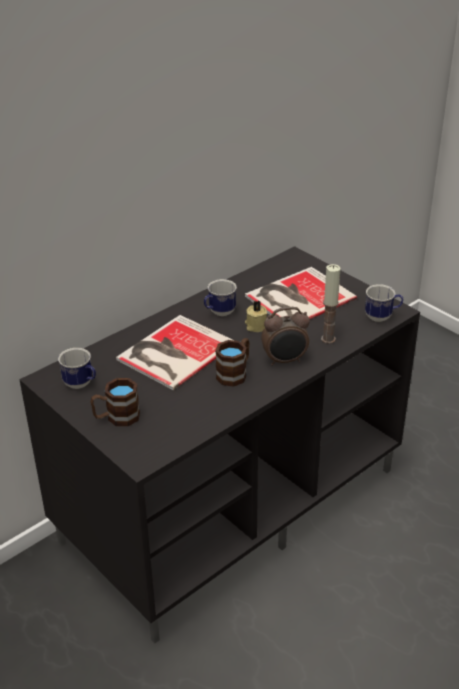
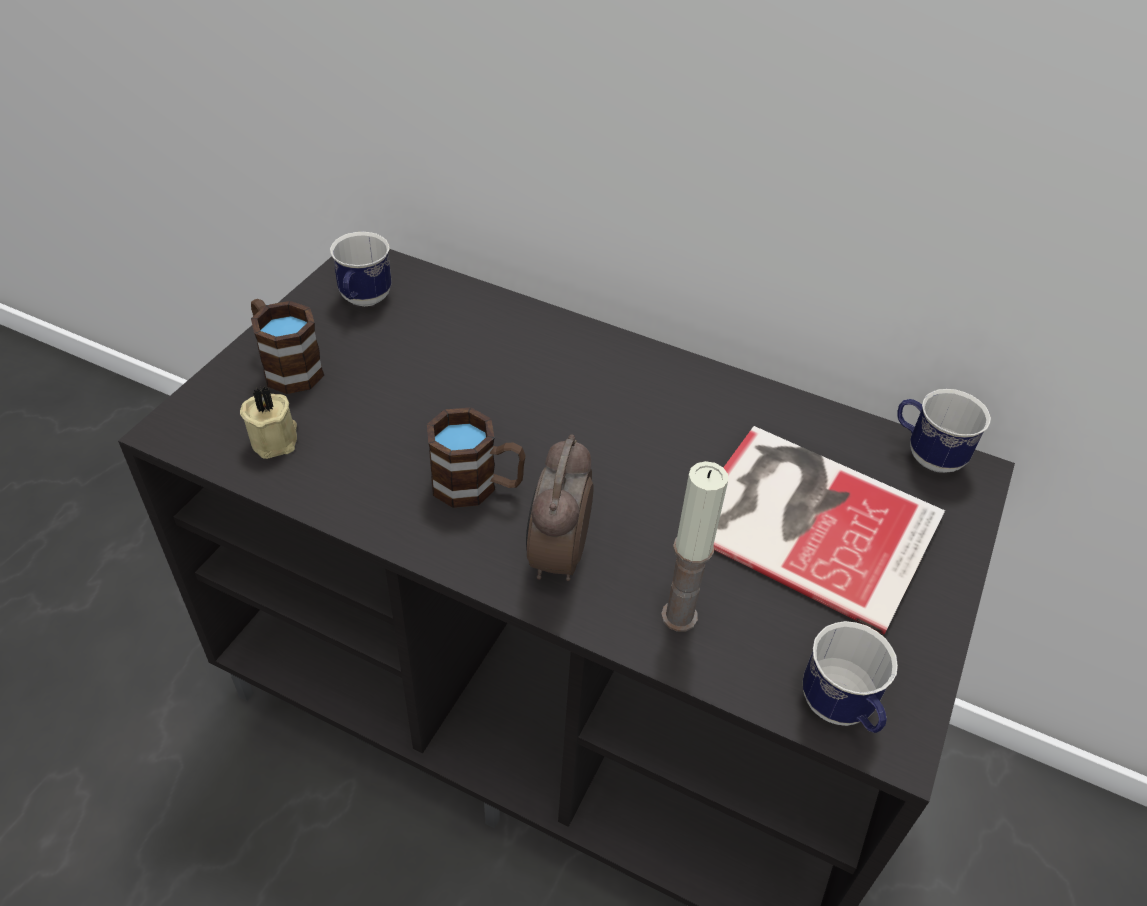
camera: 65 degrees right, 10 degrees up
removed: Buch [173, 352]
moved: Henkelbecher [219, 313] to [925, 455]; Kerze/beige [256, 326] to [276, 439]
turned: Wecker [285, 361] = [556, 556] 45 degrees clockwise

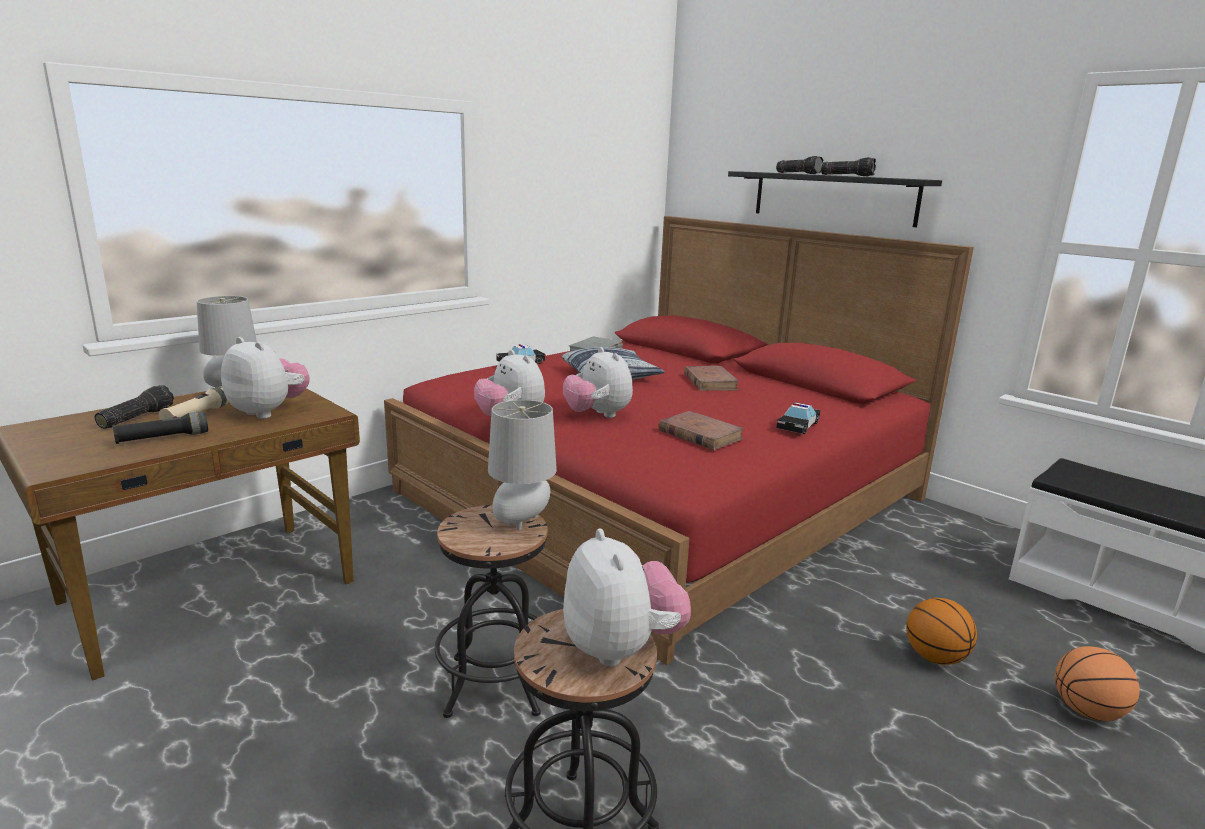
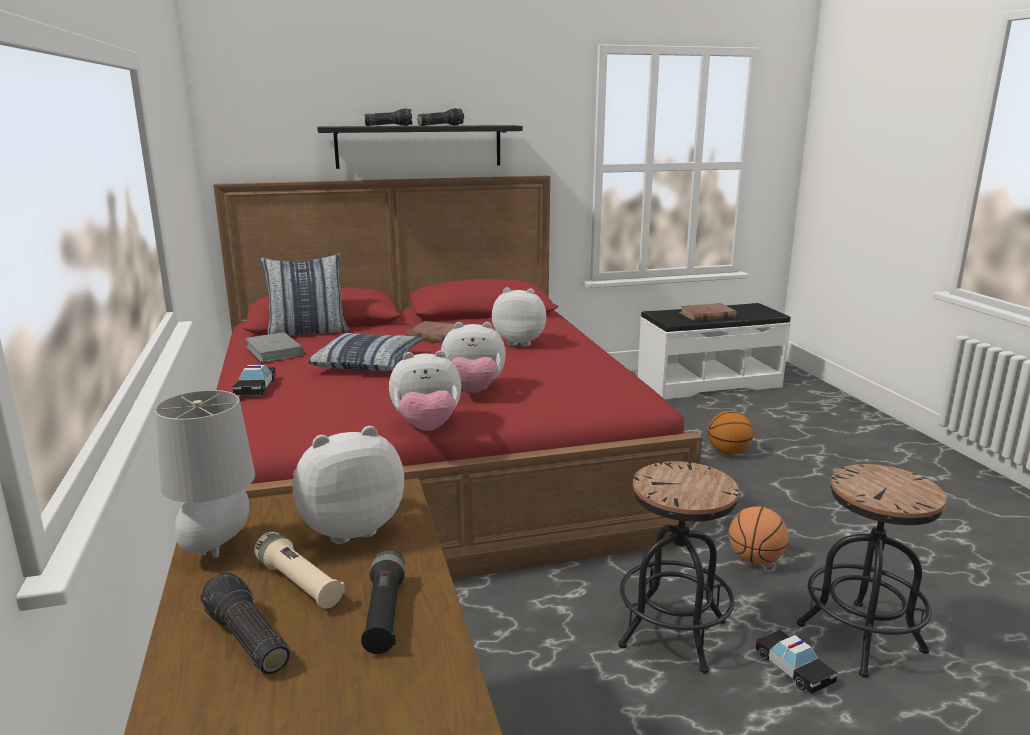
camera: 60 degrees left, 0 degrees up
removed: Tischlampe/grau [522, 524]
added: Kissen [308, 332]
moved: Plüschtier [621, 648] to [520, 342]; Buch/braun [700, 434] to [707, 315]; Spielzeugauto [797, 426] to [793, 668]; Basketball [1087, 711] to [755, 560]

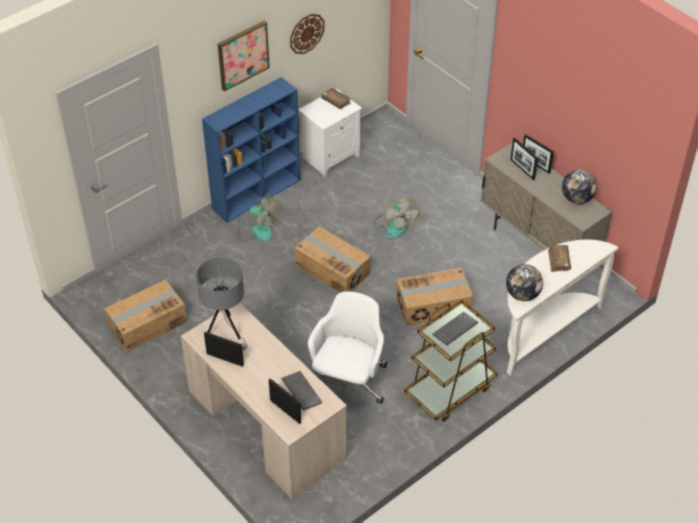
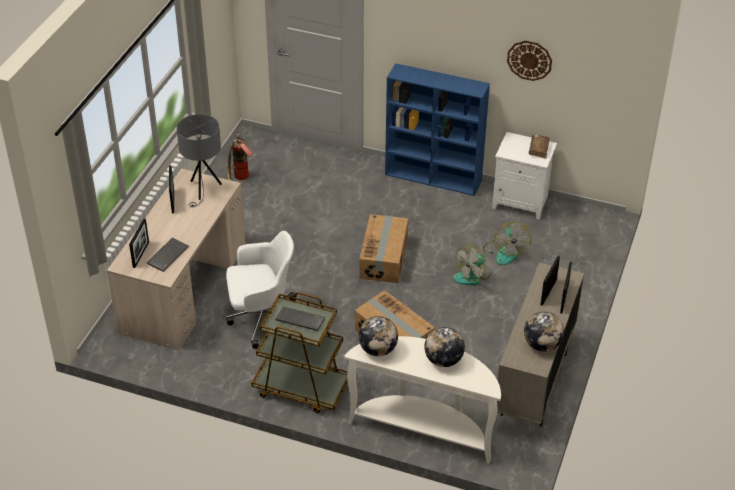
camera: 60 degrees right, 5 degrees down
removed: Bild [243, 55]
moved: Ventilator [257, 230] to [505, 252]
replaced: Karton [147, 324] to Feuerlöscher [240, 179]; Buch/braun [558, 261] to Globus [443, 360]

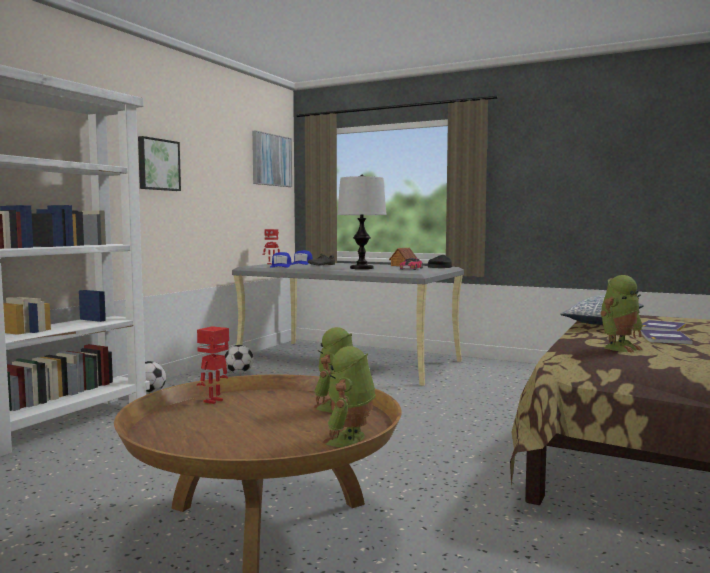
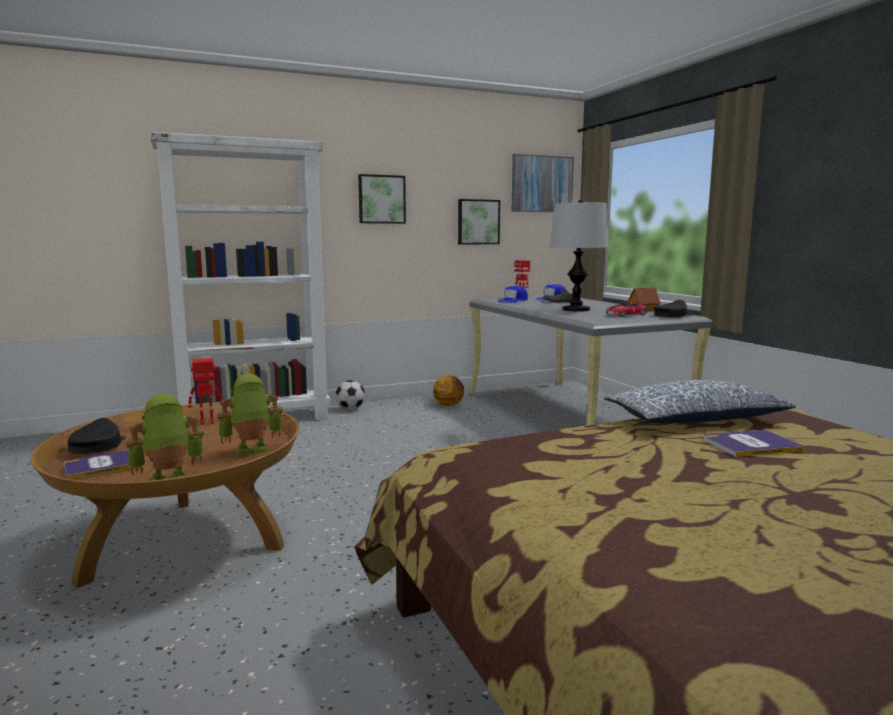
camera: 40 degrees right, 5 degrees up
removed: Spielzeugroboter [619, 348]
added: Kappe/schwarz [97, 445]; Bild [478, 222]
moved: Buch [664, 338] to [104, 465]
replaced: Fußball [239, 373] to Basketball [449, 405]

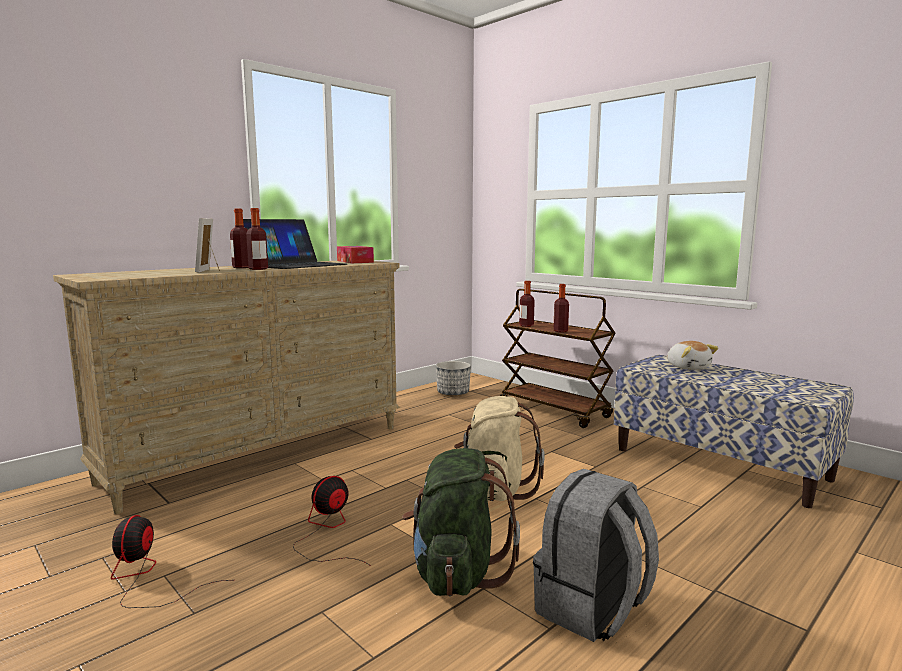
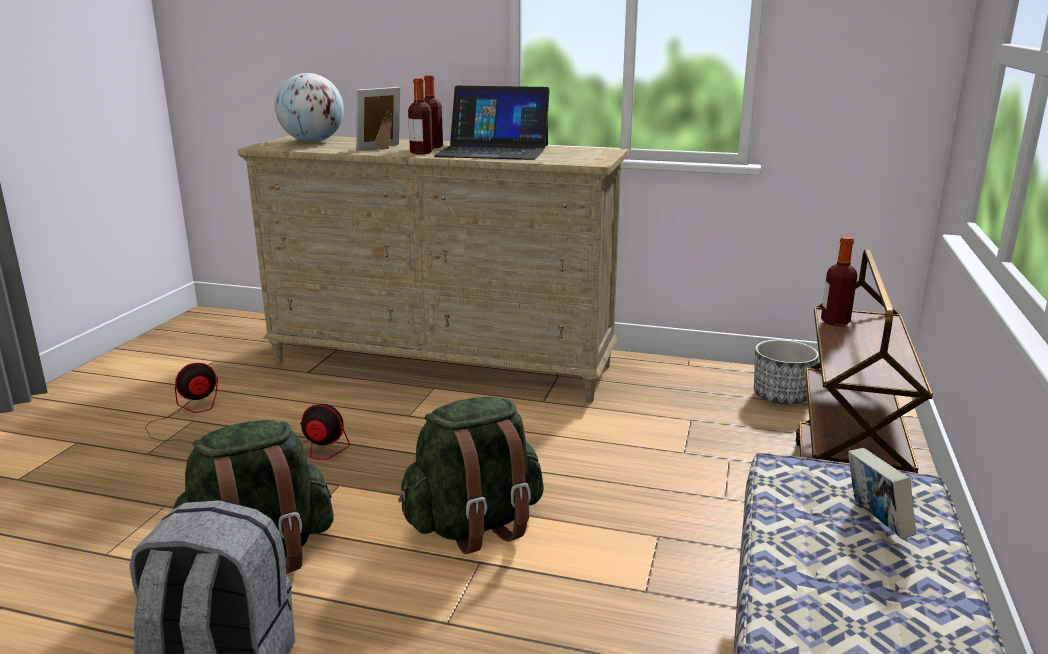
camera: 60 degrees right, 10 degrees up
removed: Taschentuchbox [355, 261]; Flasche [560, 331]
added: Globus [312, 142]
replaced: Plüschtier [688, 367] to Buch [875, 522]
recoloured: Rucksack/beige [495, 491] to Rucksack/grün [475, 525]

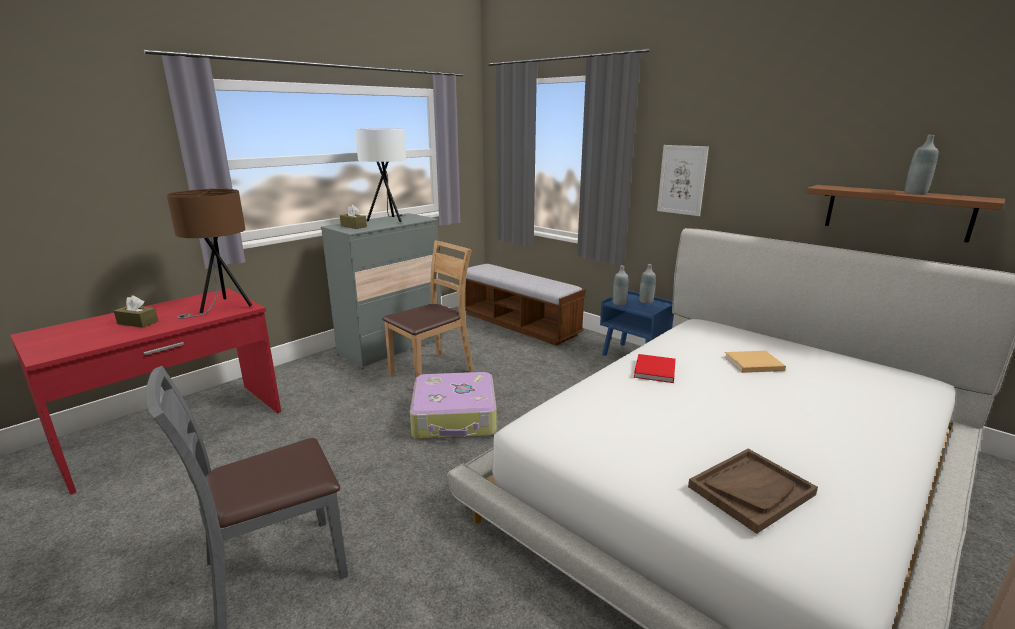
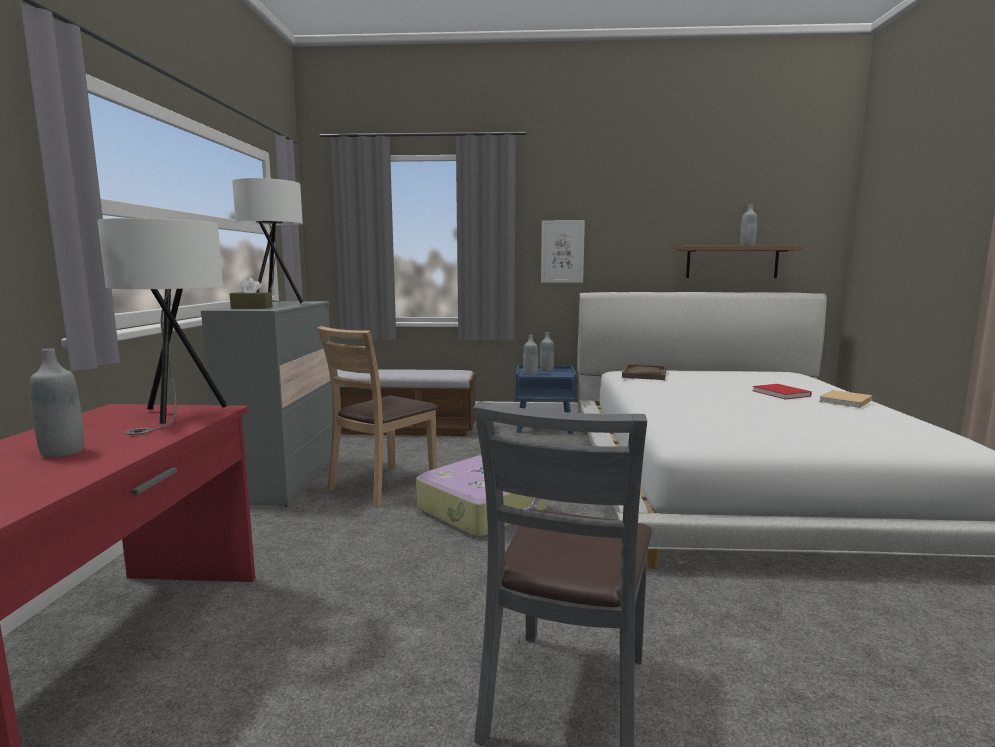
camera: 40 degrees left, 10 degrees down
moved: Buch/rot [654, 371] to [782, 394]; Tablett/braun [751, 490] to [644, 374]; Buch/beige [752, 363] to [844, 401]
replaced: Taschentuchbox/braun [138, 322] to Flasche/grau [62, 452]
recoloured: Tischlampe/braun [223, 307] to Tischlampe/weiß [177, 416]
turned: Stuhl/braun [432, 372] = [382, 485] 150 degrees counterclockwise

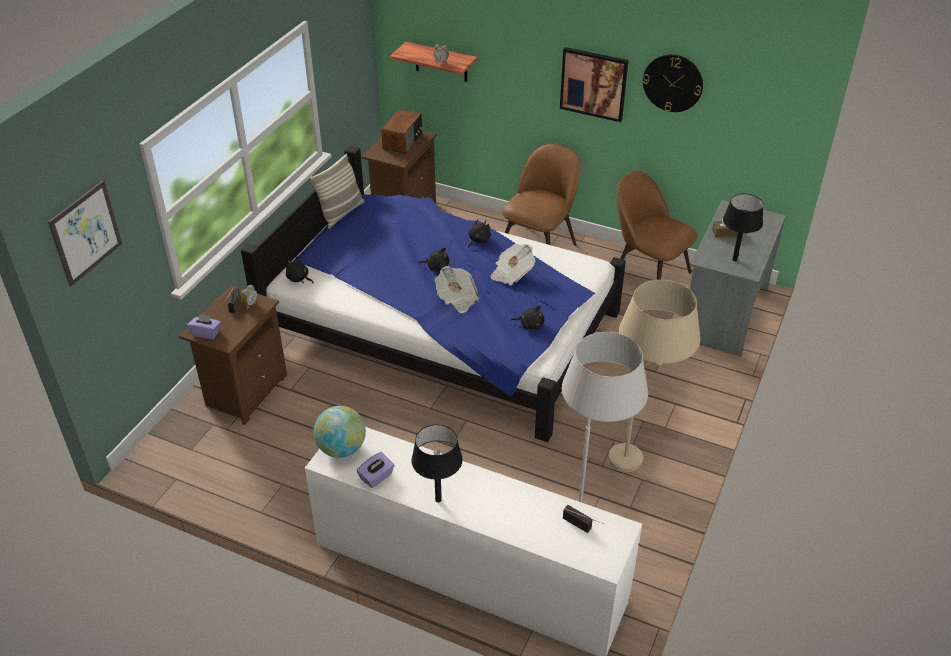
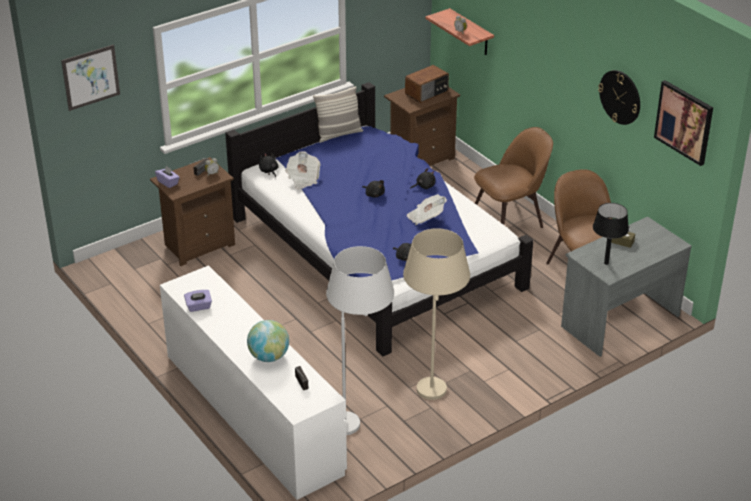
camera: 30 degrees right, 5 degrees down
removed: Tischlampe/schwarz [438, 500]
moved: Globus [341, 449] to [268, 357]; Zeitung [457, 299] to [303, 179]; Bild [593, 83] to [684, 122]

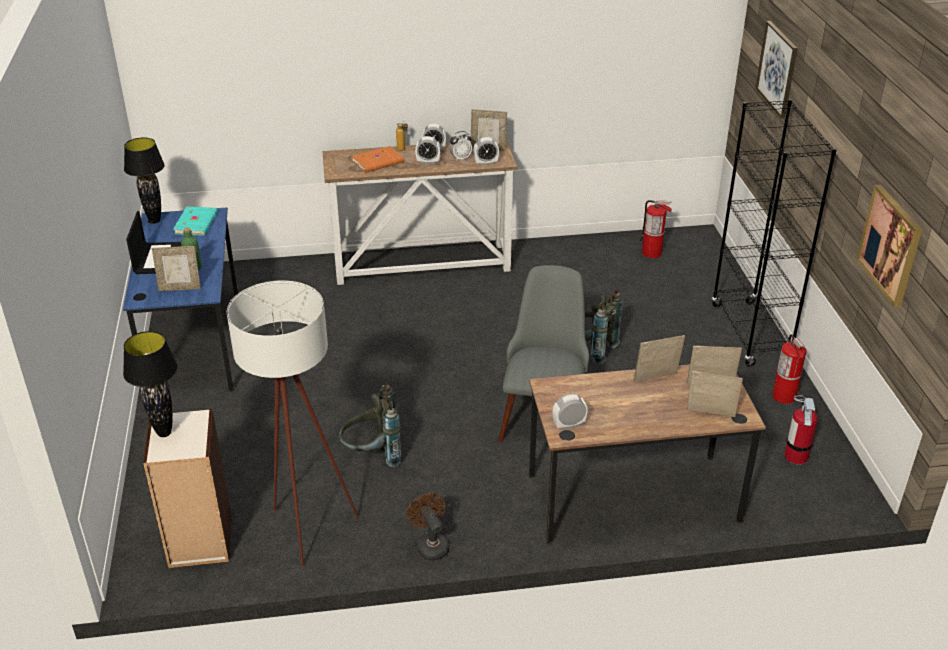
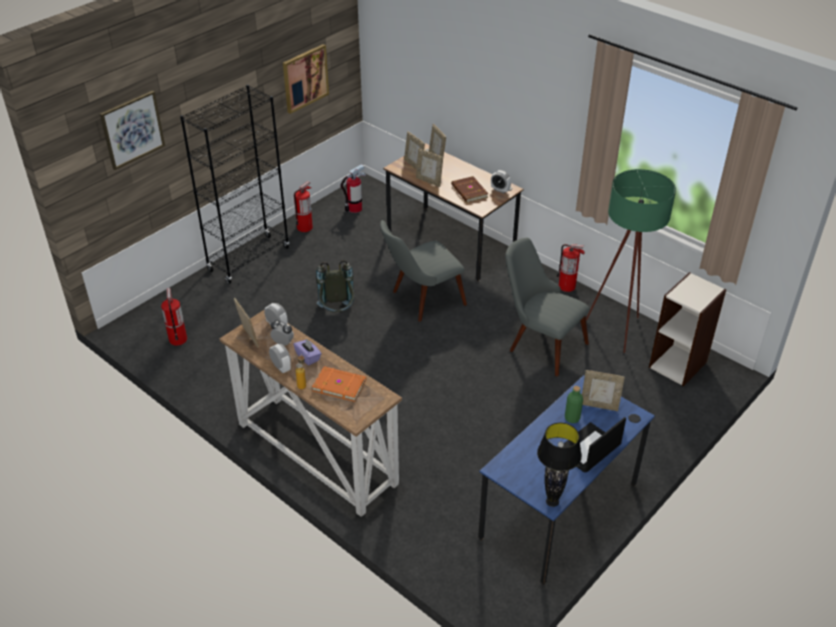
camera: 130 degrees left, 5 degrees up
removed: Tischlampe/schwarz [164, 433]; Buch/türkis [197, 223]
added: Buch/braun [469, 191]
replaced: Rucksack/grau [373, 455] to Stuhl/grau [540, 343]; Ventilator/braun [430, 545] to Feuerlöscher [567, 286]; Wecker [428, 162] to Taschentuchbox/lila [308, 357]
recoloured: Stehlampe/weiß [304, 526] to Stehlampe/grün [617, 334]
turned: Bilderrahmen [180, 288] = [599, 405] 150 degrees clockwise

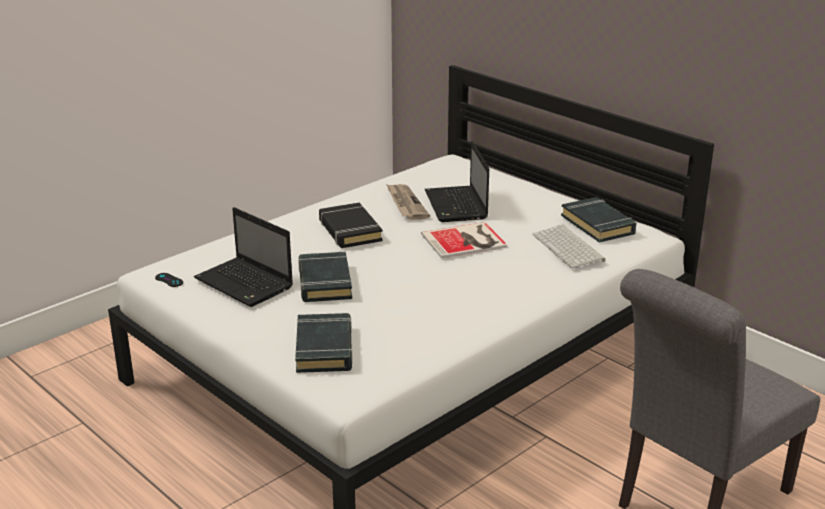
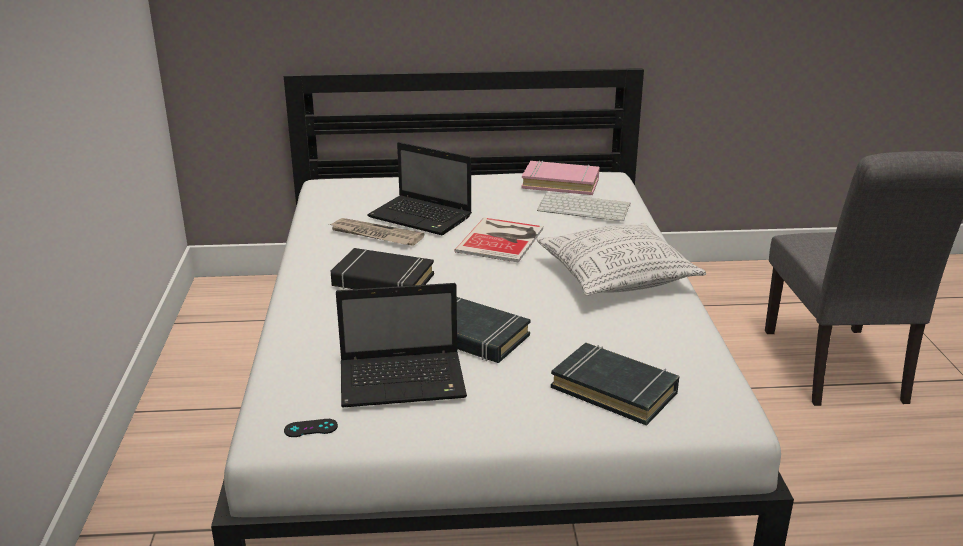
camera: 50 degrees left, 0 degrees up
added: Kissen [617, 277]
recoloured: Buch/schwarz [598, 224] to Buch/rosa [560, 183]

